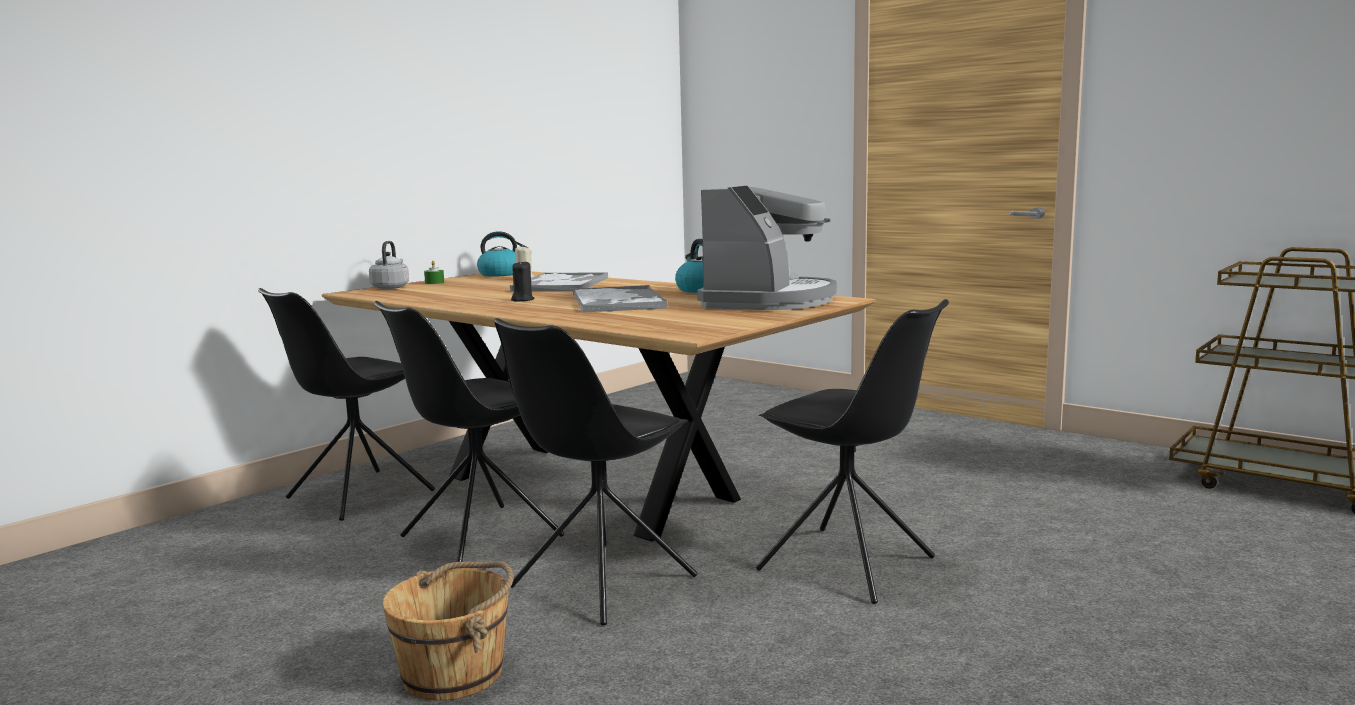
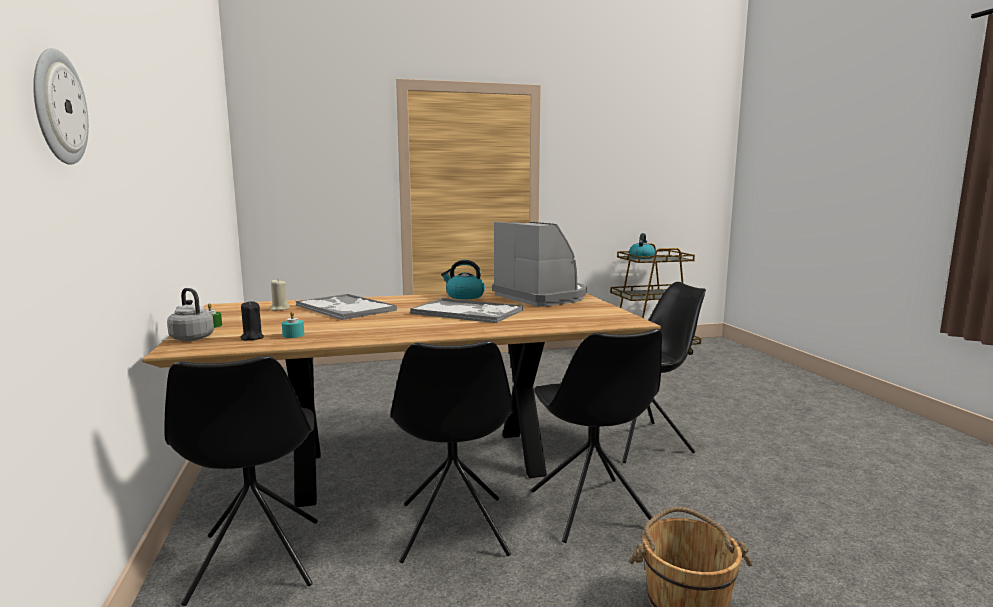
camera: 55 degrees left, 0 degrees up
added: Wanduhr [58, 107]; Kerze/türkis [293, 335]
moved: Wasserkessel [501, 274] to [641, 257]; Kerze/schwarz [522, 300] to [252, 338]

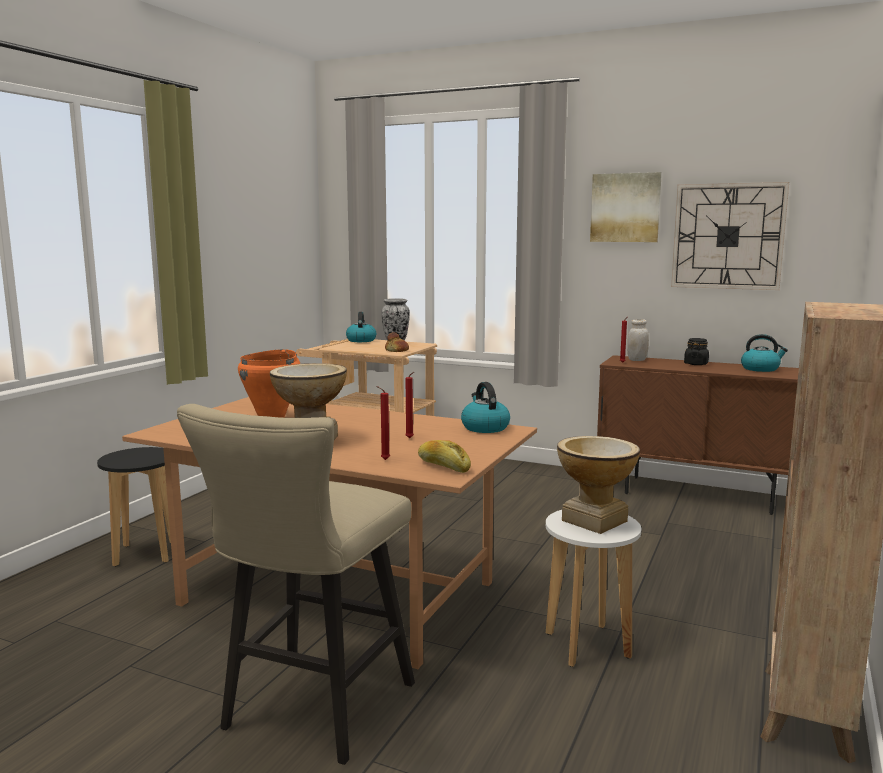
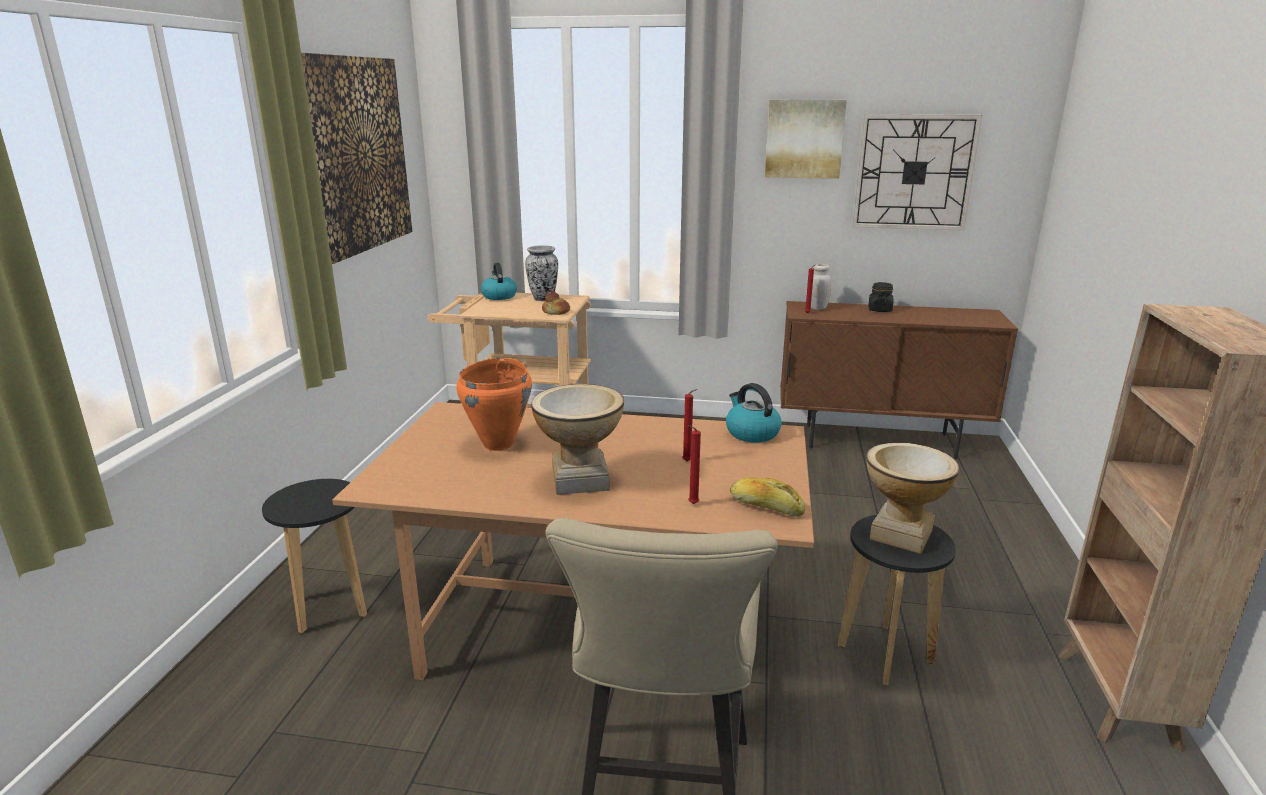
camera: 15 degrees left, 10 degrees up
removed: Wasserkessel [760, 369]
added: Bild [357, 155]
recoloured: Hocker/weiß [588, 645] to Hocker/schwarz [885, 654]

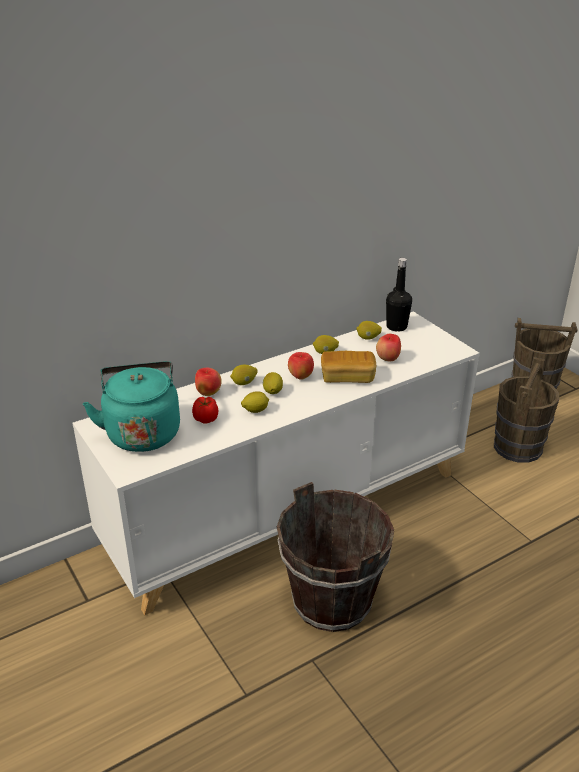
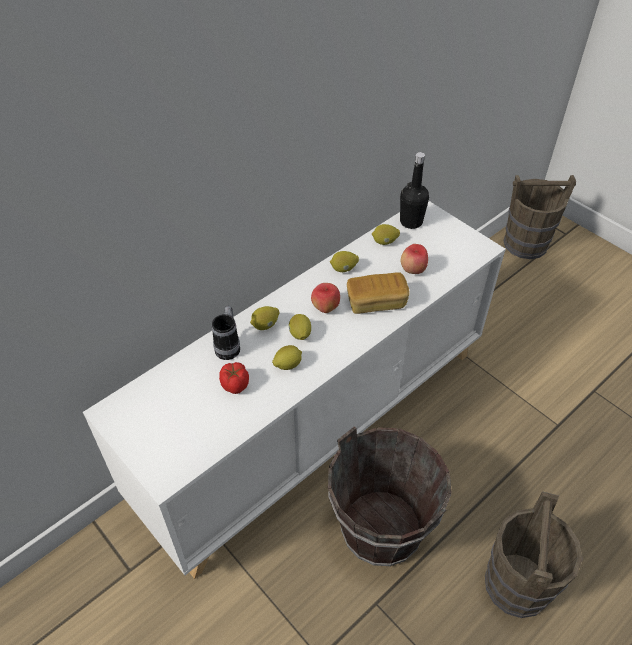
camera: 10 degrees left, 15 degrees up
removed: Wasserkessel/türkis [142, 432]
moved: Eimer/braun [518, 447] to [517, 584]
replaced: Apfel [208, 393] to Henkelbecher [229, 346]

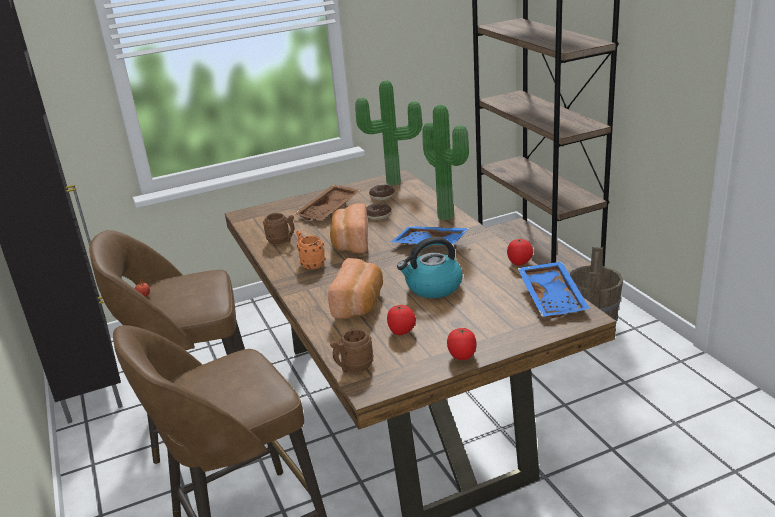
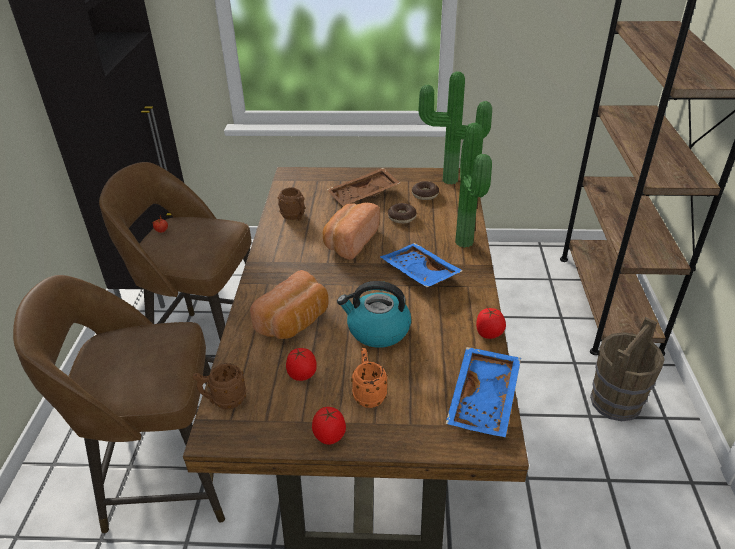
camera: 25 degrees right, 10 degrees up
moved: Henkelbecher/orange [310, 264] to [368, 393]

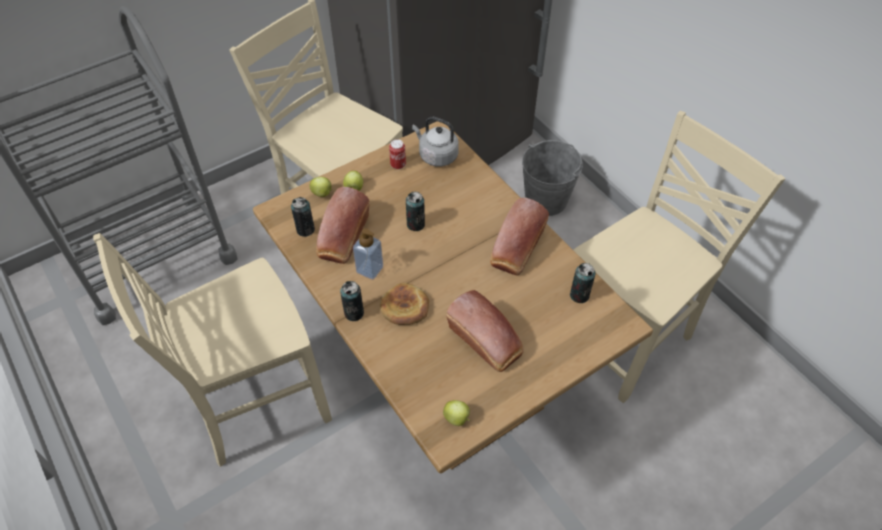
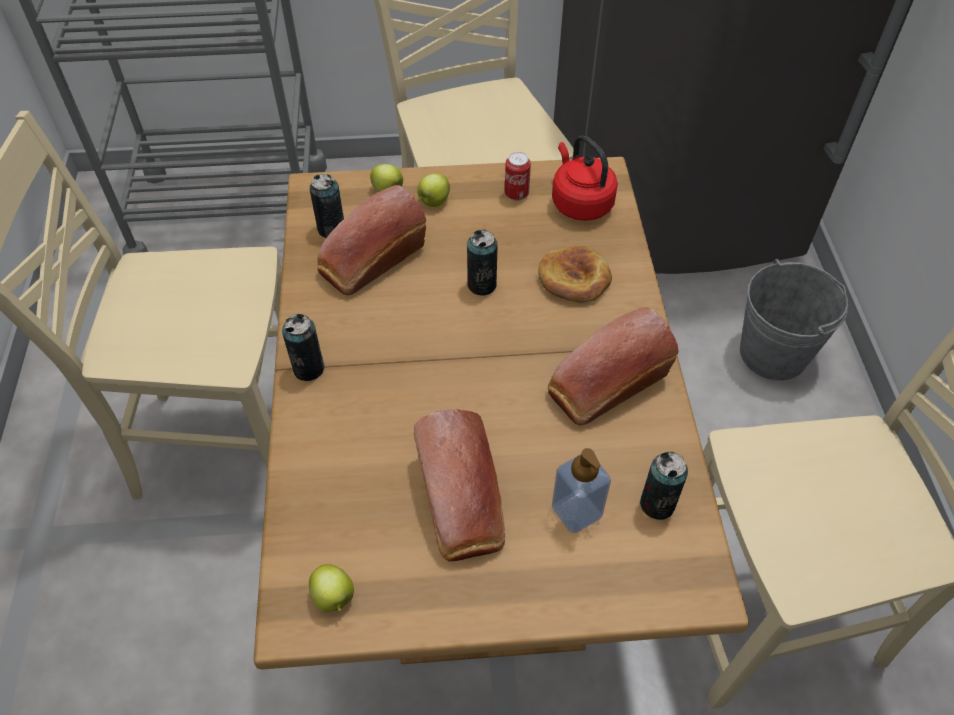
camera: 30 degrees right, 0 degrees up
moved: Seifenspender [369, 269] to [576, 511]; Brot [405, 307] to [574, 278]
recoloured: Wasserkessel/grau [436, 155] to Wasserkessel/rot [580, 203]

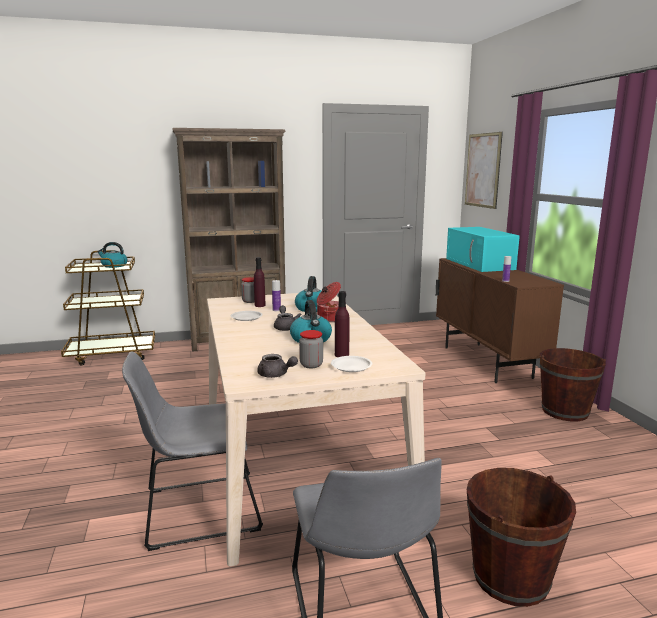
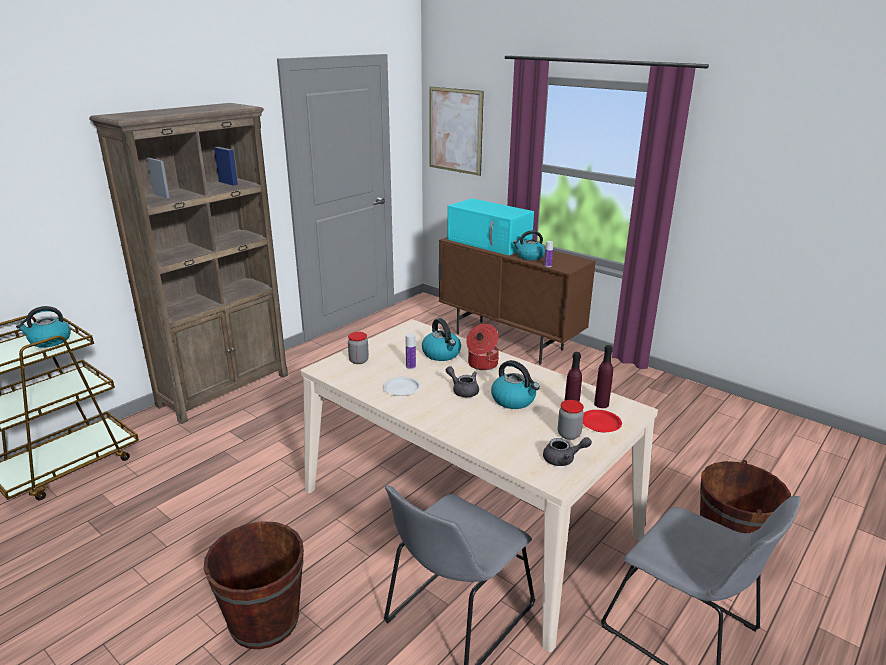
camera: 35 degrees left, 10 degrees up
added: Wasserkessel [529, 257]
moved: Flasche/lila [260, 305] to [601, 404]; Eimer/braun [565, 411] to [264, 620]
recoloured: Teller/weiß [351, 366] to Teller/rot [600, 424]

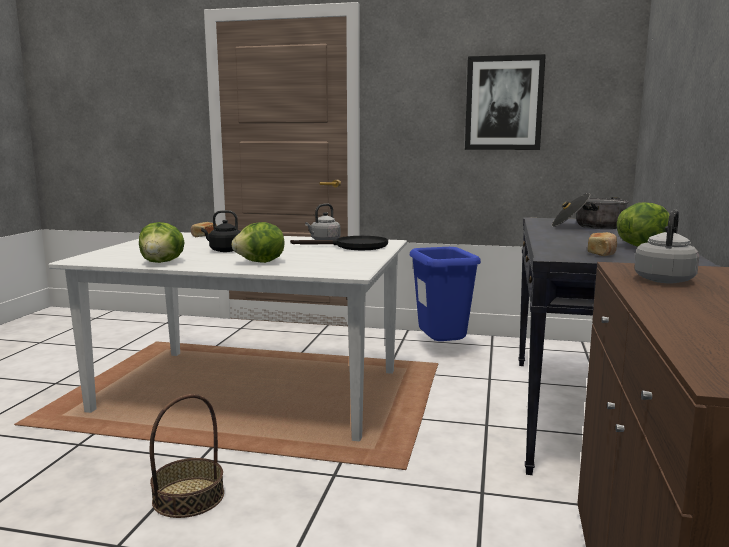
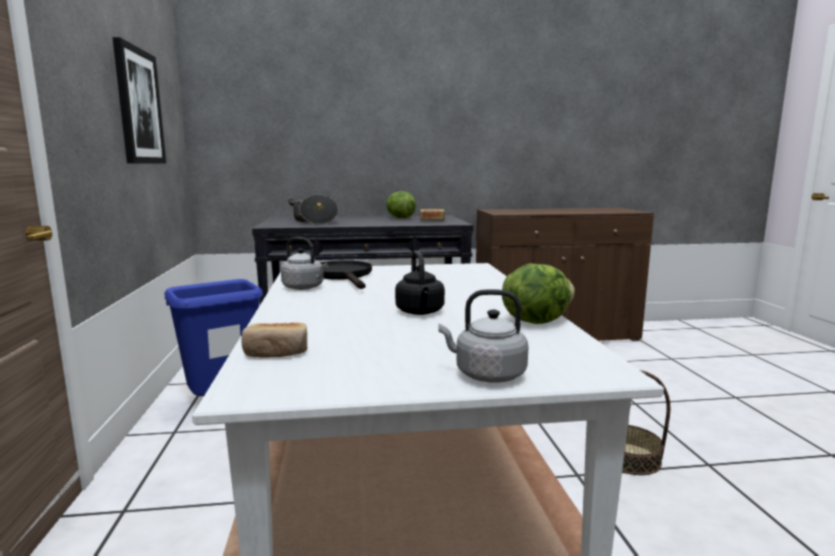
camera: 110 degrees left, 0 degrees up
removed: Salatkopf [261, 262]
moved: Wasserkessel/grau [664, 279] to [486, 374]

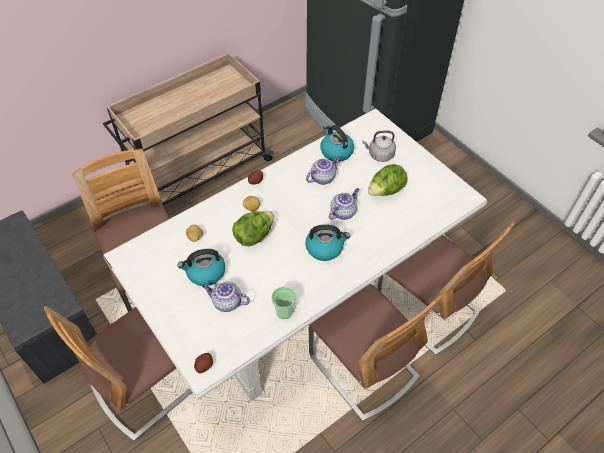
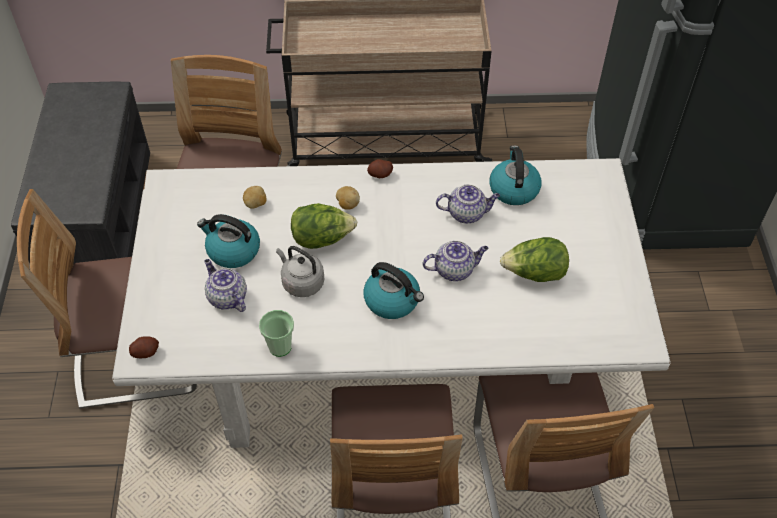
camera: 35 degrees right, 0 degrees up
moved: Wasserkessel/grau [379, 155] to [301, 282]

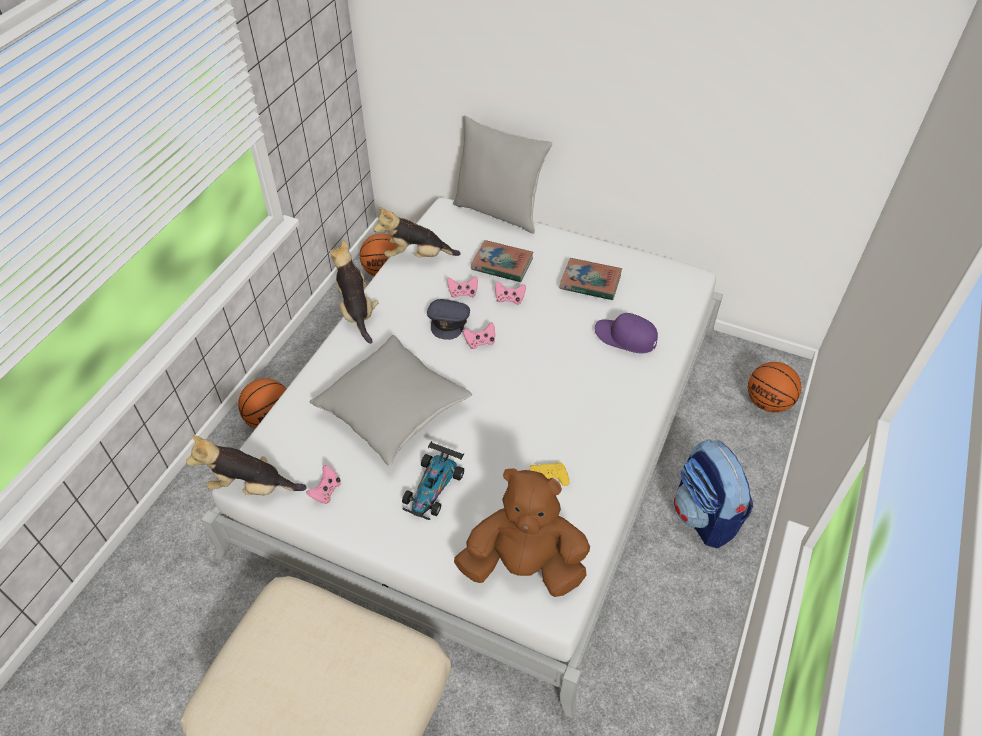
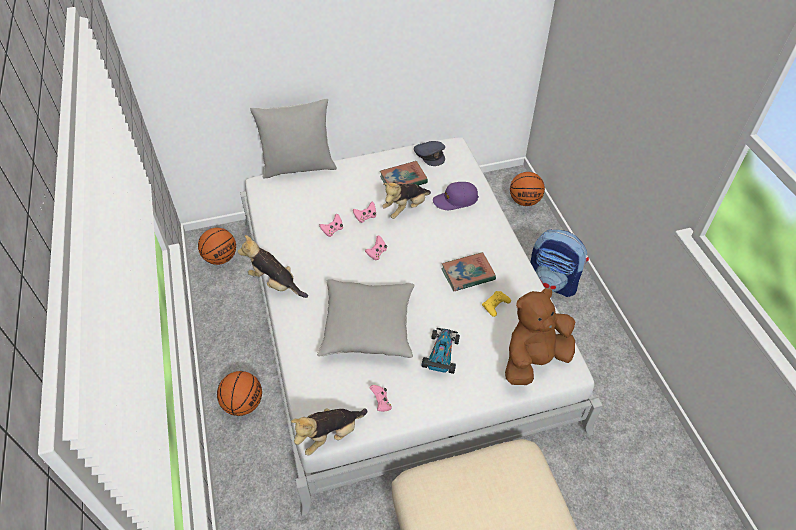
camera: 40 degrees left, 0 degrees up
moved: Plüschtier [417, 256] to [405, 208]; Kappe/grau [449, 321] to [430, 155]; Buch [502, 264] to [468, 274]
turned: Spielzeugauto [433, 487] = [441, 354] 150 degrees counterclockwise

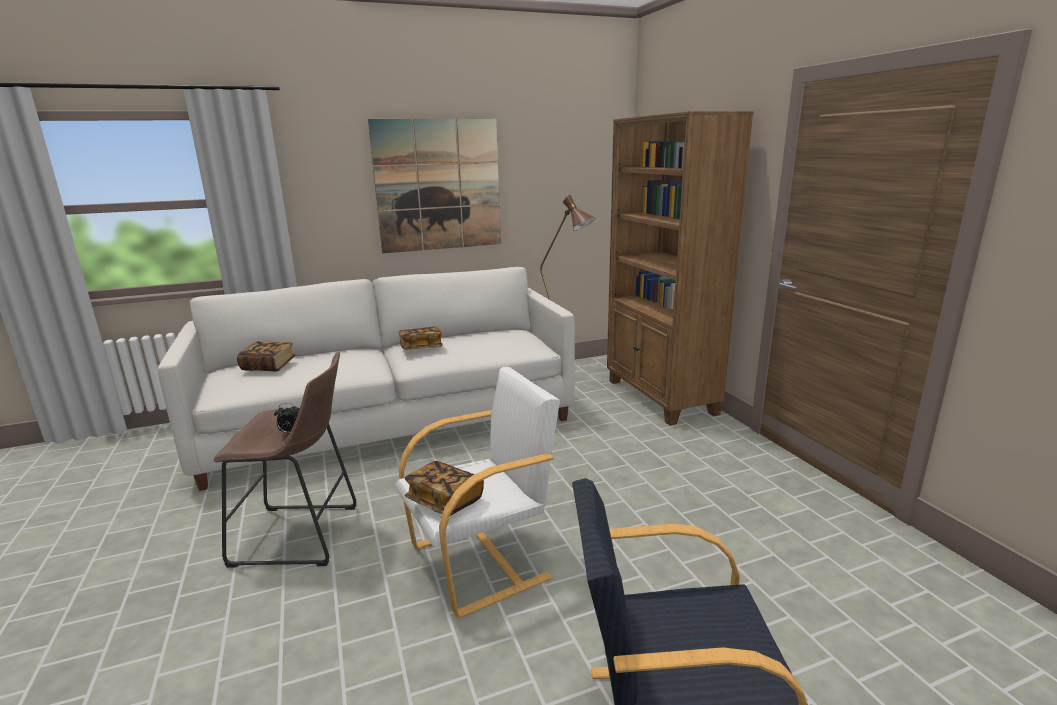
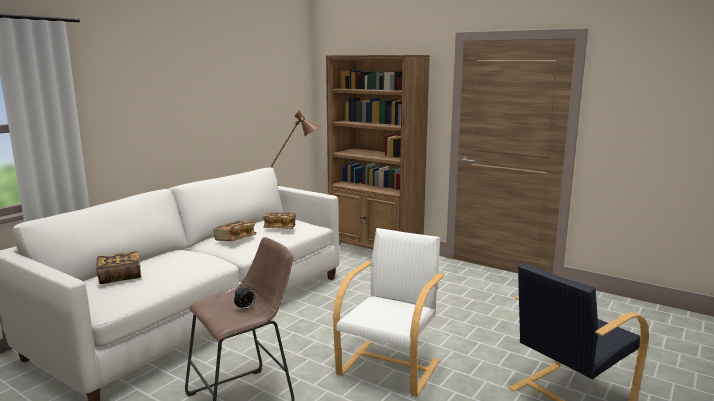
camera: 35 degrees left, 5 degrees down
removed: Bild [438, 185]
moved: Buch [445, 501] to [280, 228]

